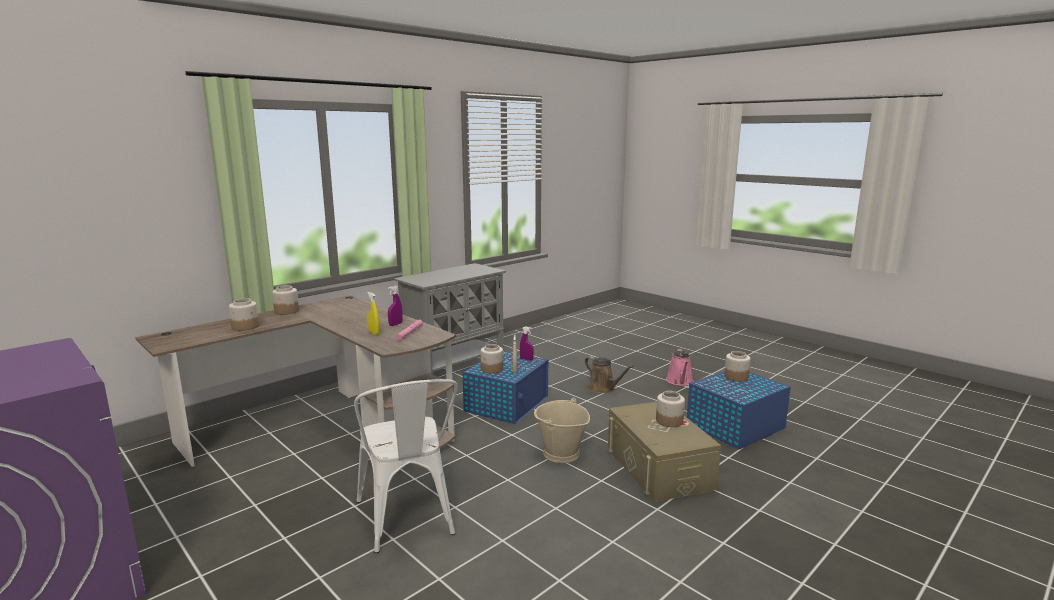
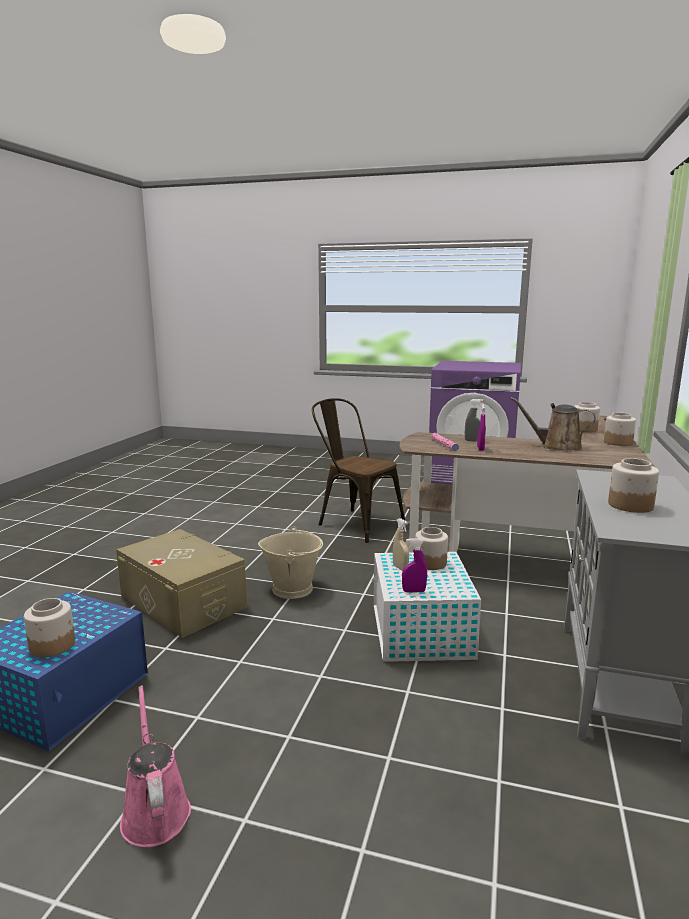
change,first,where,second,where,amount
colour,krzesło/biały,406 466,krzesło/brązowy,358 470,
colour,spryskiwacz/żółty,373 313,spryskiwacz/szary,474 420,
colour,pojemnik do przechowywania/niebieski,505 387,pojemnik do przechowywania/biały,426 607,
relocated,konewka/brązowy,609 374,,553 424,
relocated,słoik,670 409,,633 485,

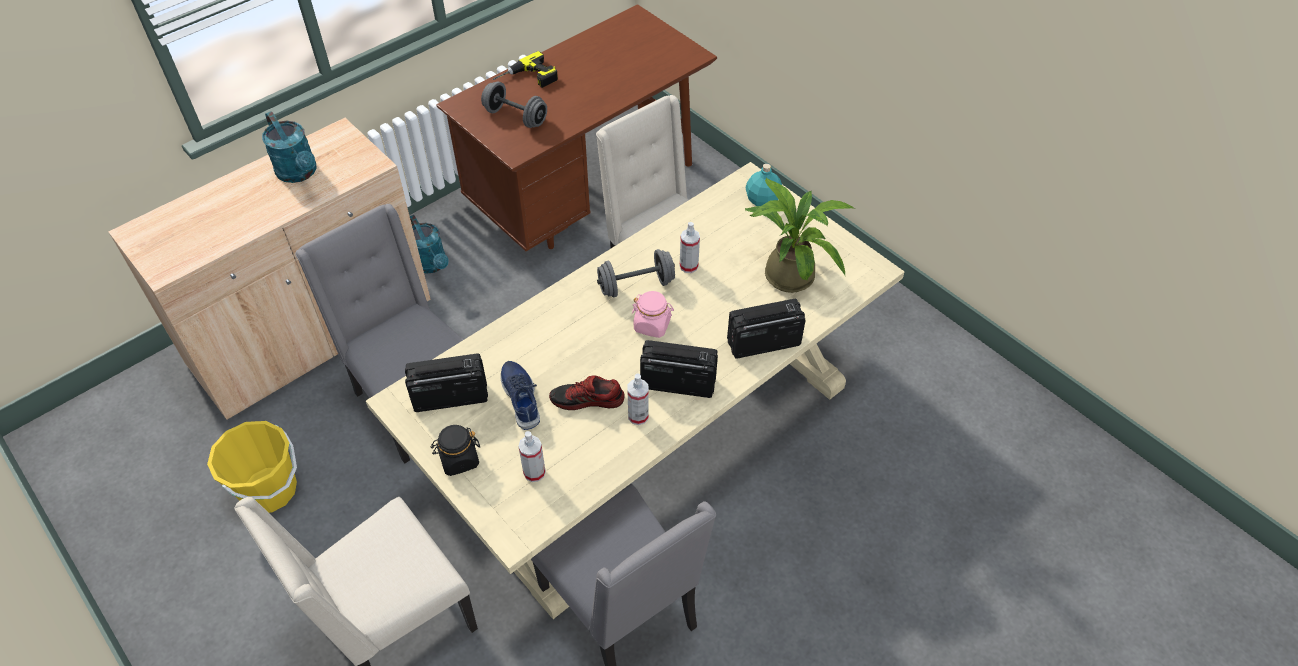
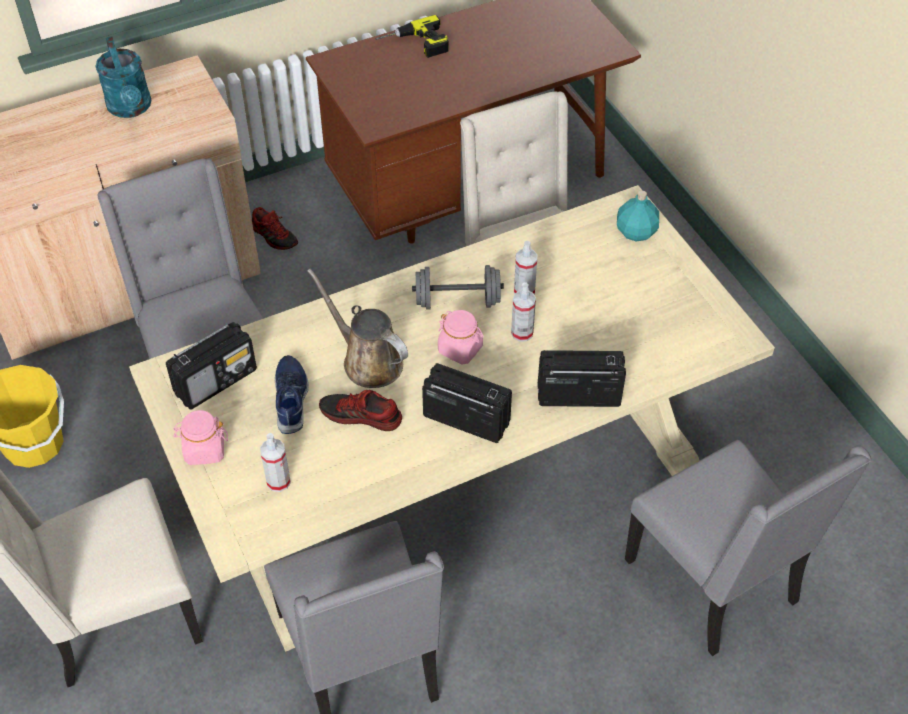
change,first,where,second,where,amount
spun,radio,446 383,,211 366,135 degrees clockwise
exchanged,konewka/turkusowy,429 244,but,275 228,
colour,słoik/czarny,455 450,słoik/różowy,200 437,
missing,hantel/szary,514 105,,,
relocated,spryskiwacz,638 399,,523 312,
missing,roślina doniczkowa,800 235,,,
appeared,,,konewka/brązowy,357 328,
appeared,,,krzesło/szary,748 548,

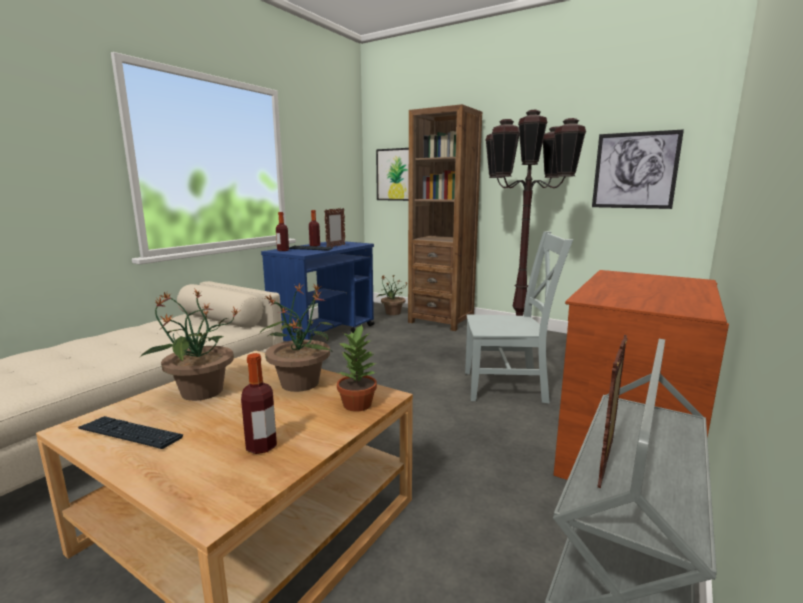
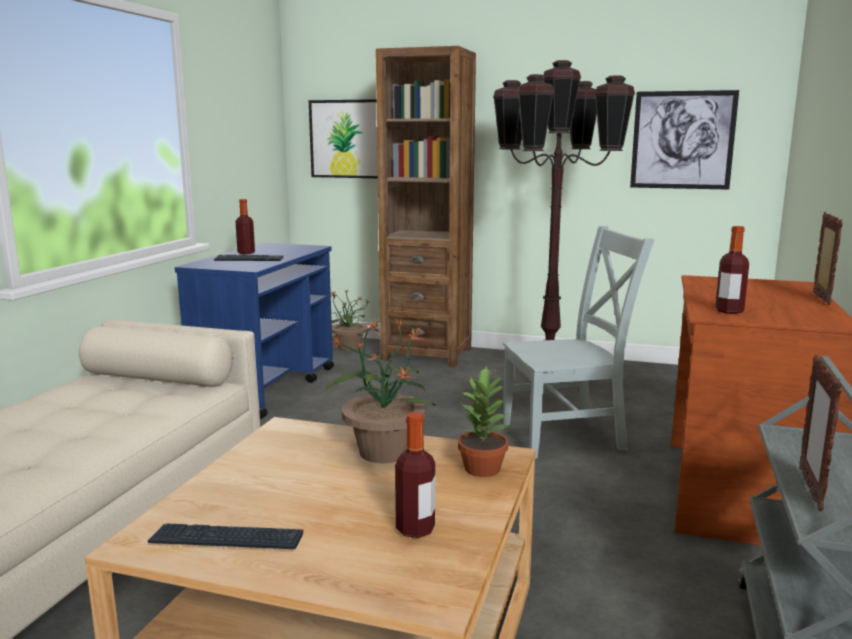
change,first,where,second,where,amount
missing,roślina doniczkowa,190 345,,,
relocated,butelka,282 231,,732 270,
relocated,ramka na zdjęcie,334 227,,828 258,

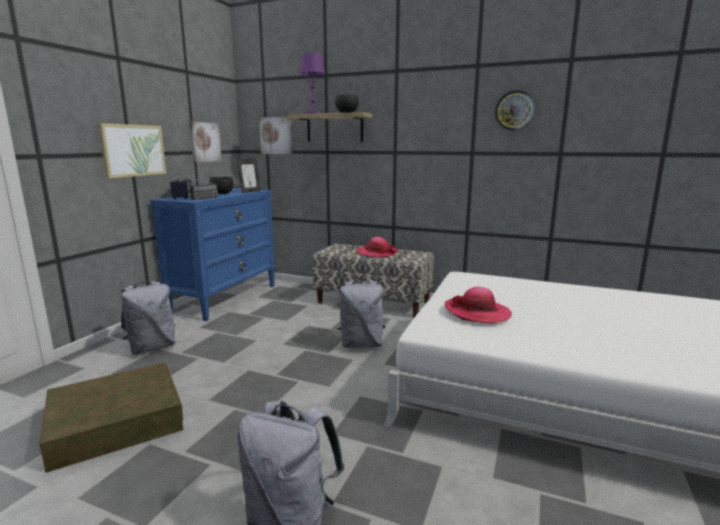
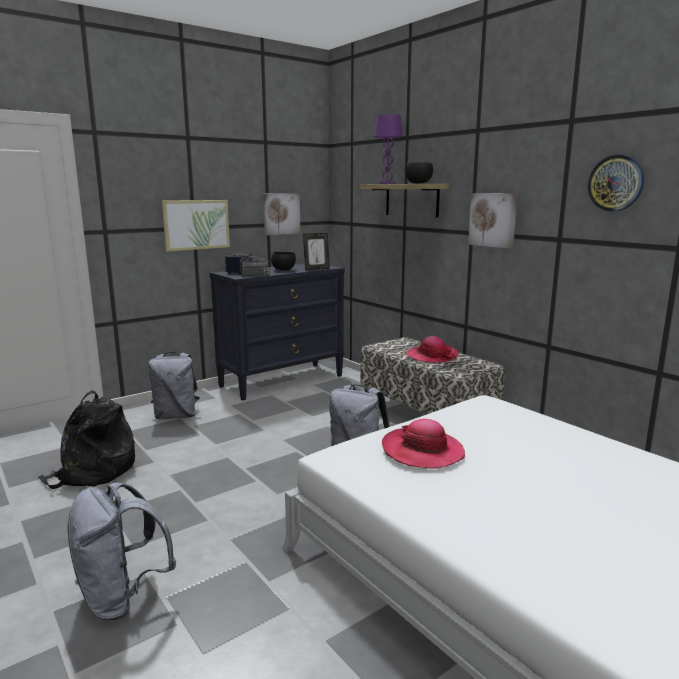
change,first,where,second,where,amount
exchanged,pojemnik do przechowywania/brązowy,111 418,plecak/czarny,86 439,
colour,komoda/niebieski,212 254,komoda/czarny,277 332,
relocated,obraz,276 135,,493 221,

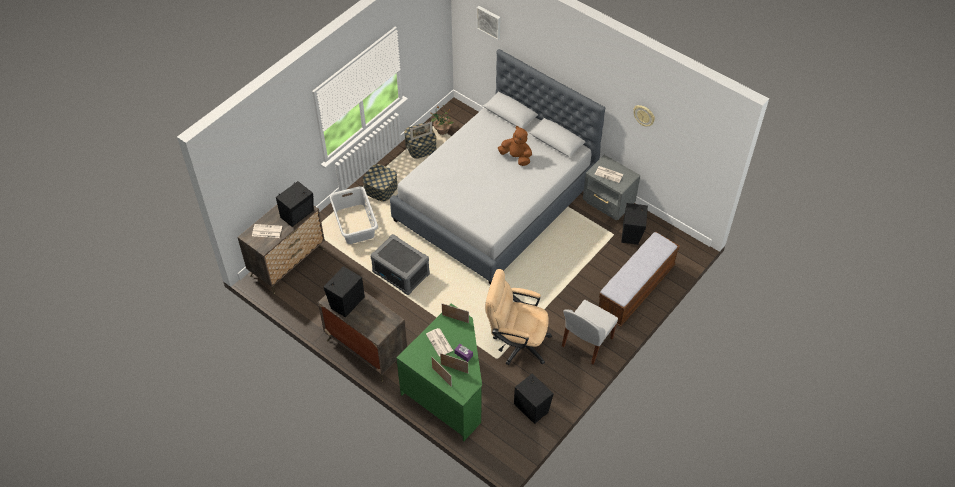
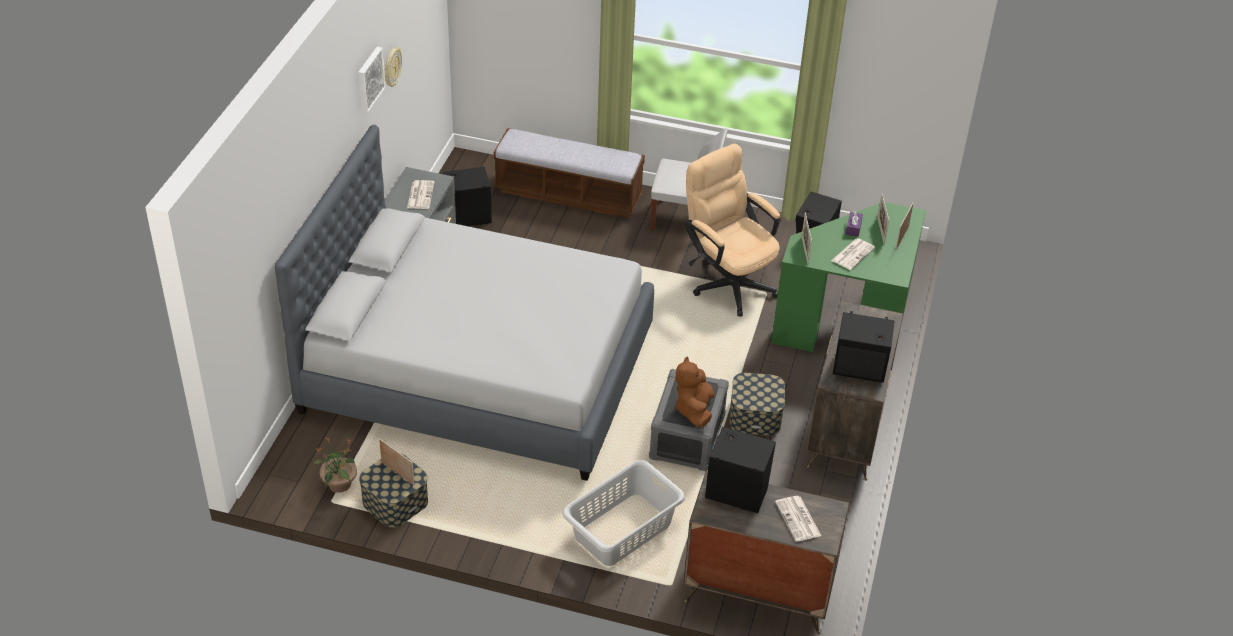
change,first,where,second,where,amount
relocated,pojemnik do przechowywania,380 182,,757 404,
relocated,obraz,488 23,,371 80,
spun,krzesło biurowe/beżowy,518 317,,732 230,150 degrees clockwise
relocated,pluszak/brązowy,515 146,,695 391,

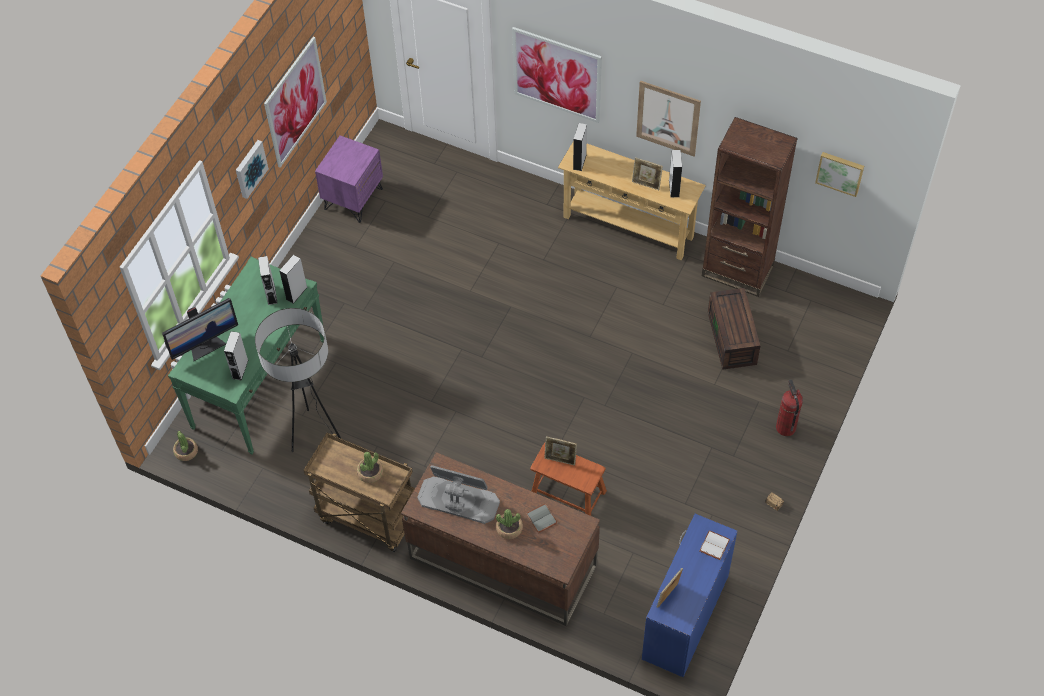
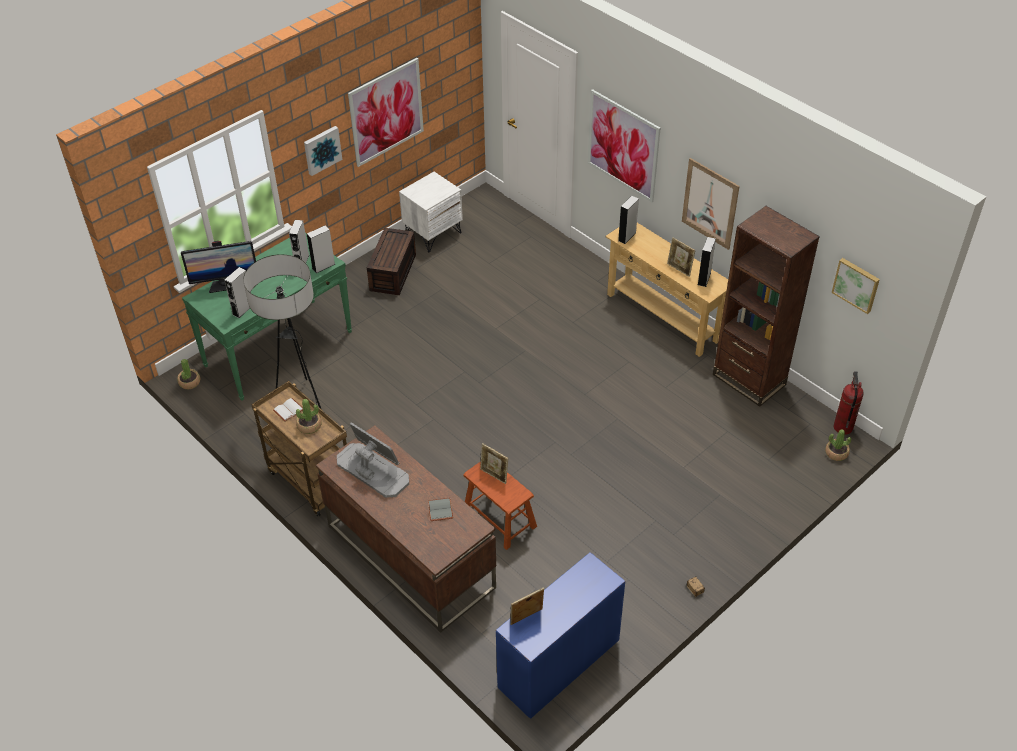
change,first,where,second,where,amount
colour,szafka nocna/fioletowy,349 179,szafka nocna/biały,431 212,
relocated,roślina doniczkowa,509 524,,838 445,
relocated,książka/biały,714 545,,288 410,
relocated,pojemnik do przechowywania/brązowy,734 329,,391 261,
relocated,gaśnica,789 407,,848 403,

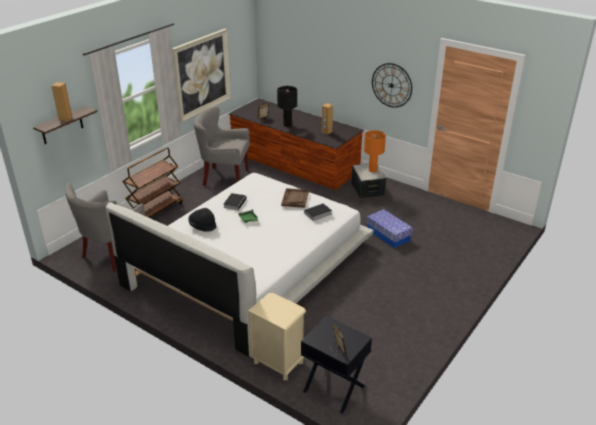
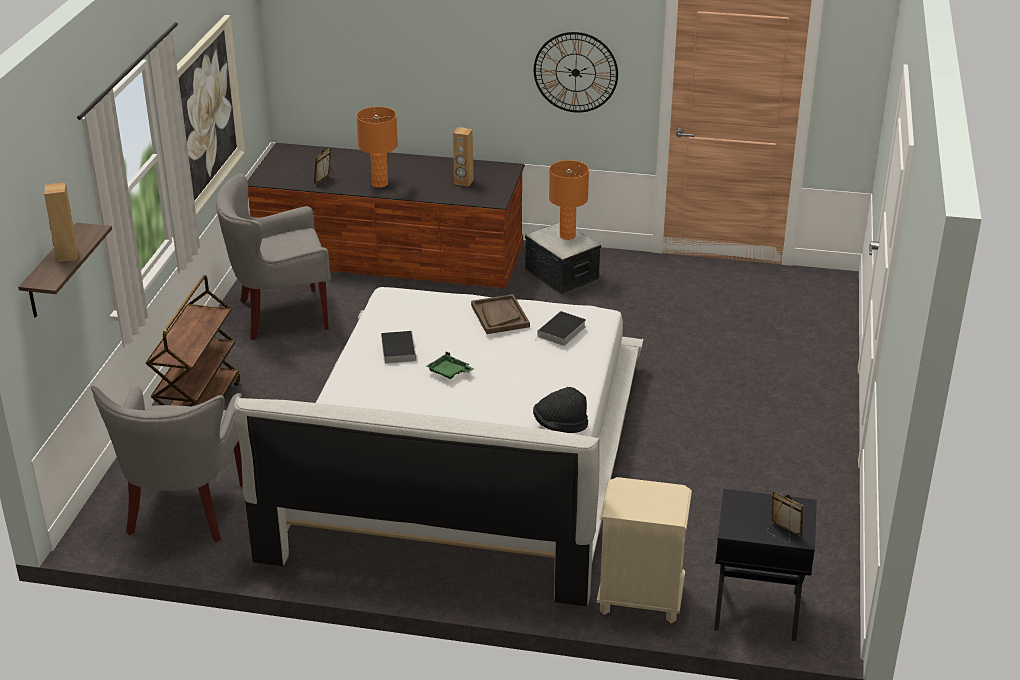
change,first,where,second,where,amount
relocated,kapelusz/czarny,202 220,,560 410,
colour,lampa stołowa/czarny,287 106,lampa stołowa/pomarańczowy,377 147,
missing,pojemnik do przechowywania,390 228,,,

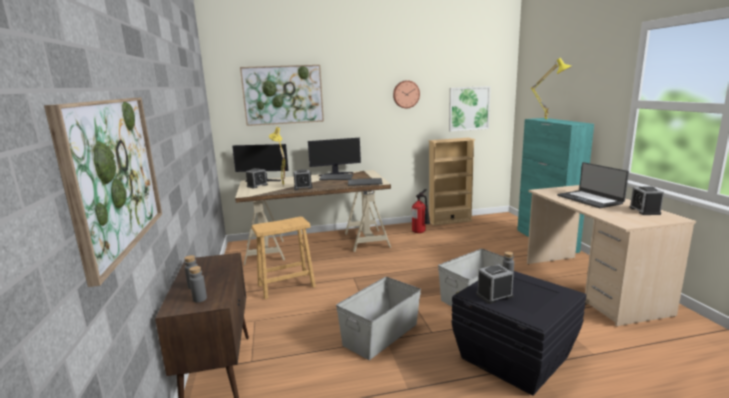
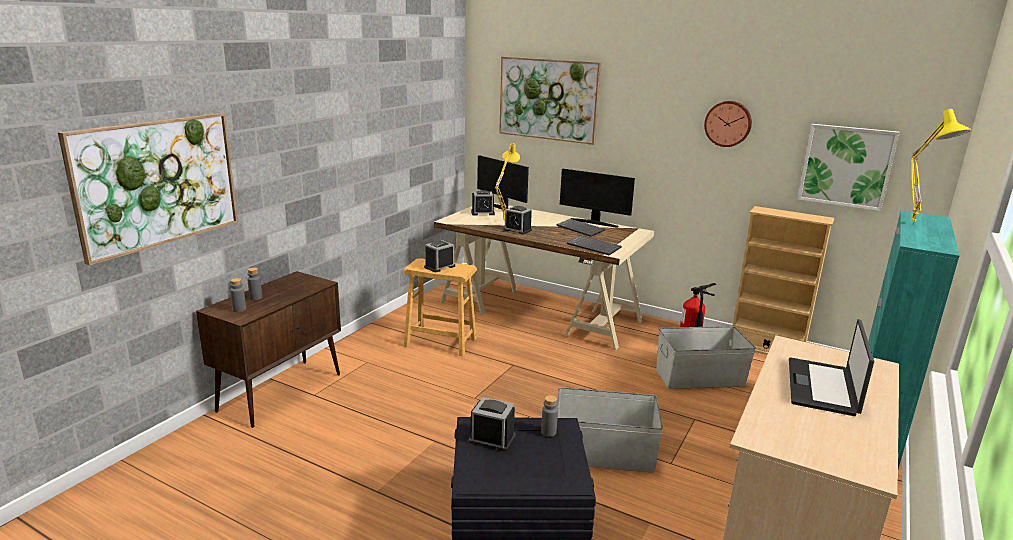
change,first,where,second,where,amount
relocated,pojemnik do przechowywania/szary,378 318,,706 357,
relocated,budzik,646 200,,439 256,

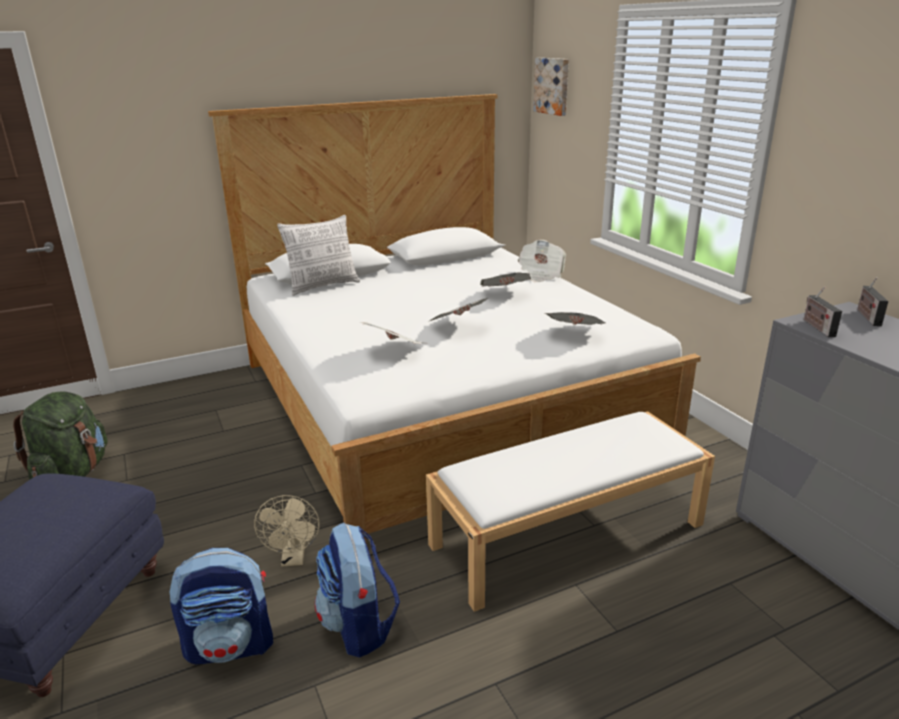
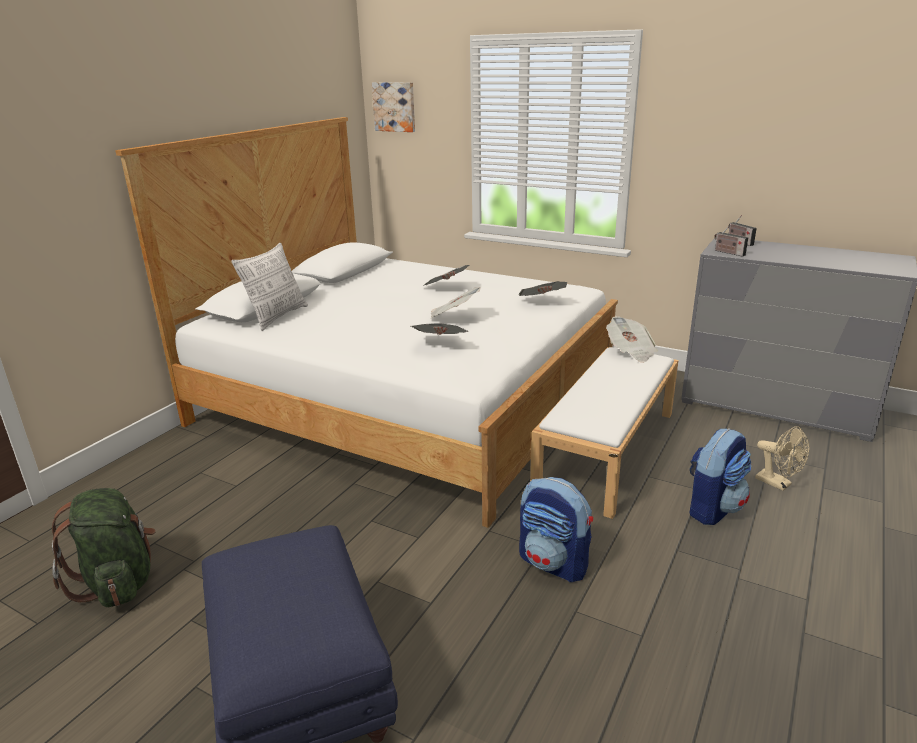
change,first,where,second,where,amount
relocated,plecak,221 606,,720 476,
relocated,wentylator/beżowy,287 531,,782 458,
relocated,gazeta,542 261,,632 339,

